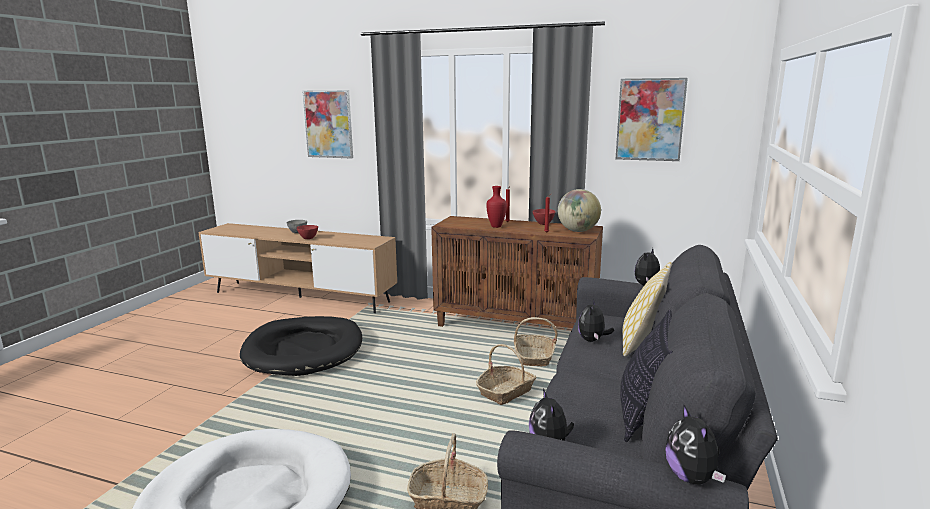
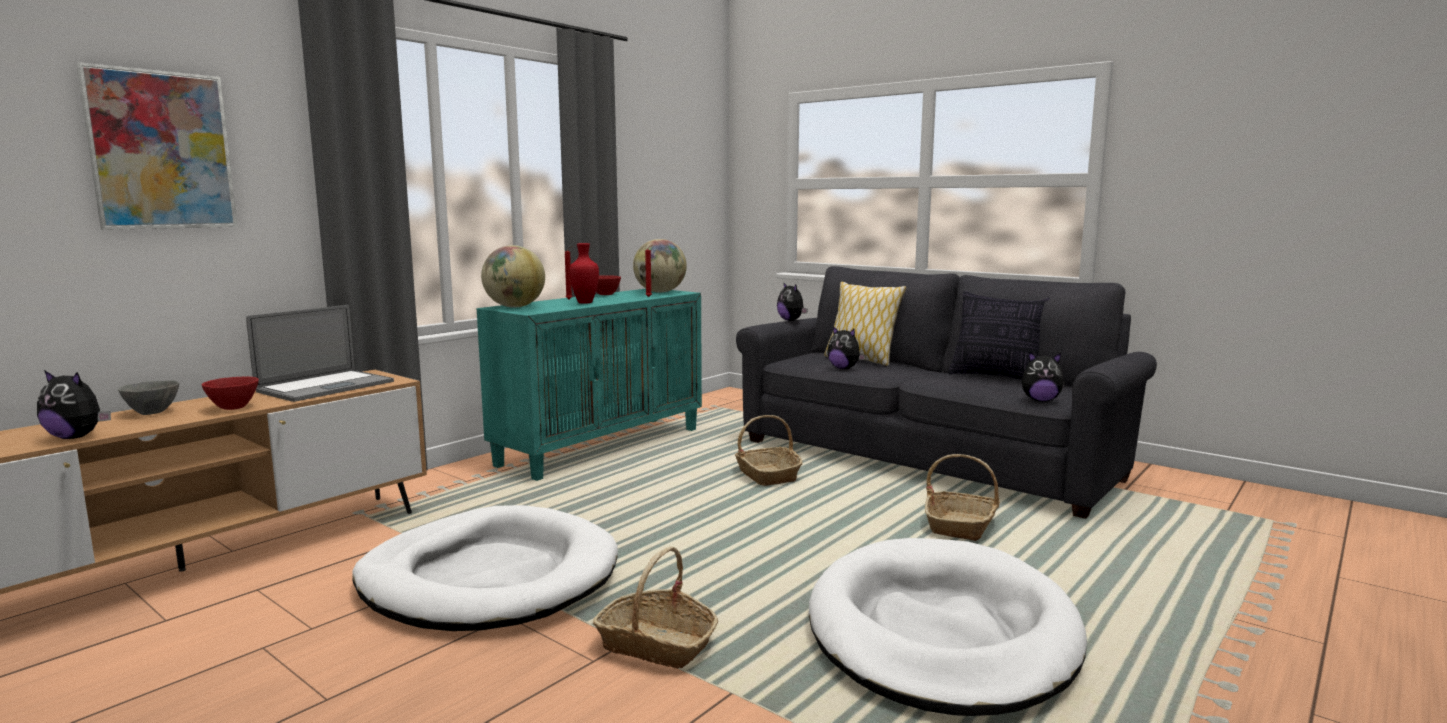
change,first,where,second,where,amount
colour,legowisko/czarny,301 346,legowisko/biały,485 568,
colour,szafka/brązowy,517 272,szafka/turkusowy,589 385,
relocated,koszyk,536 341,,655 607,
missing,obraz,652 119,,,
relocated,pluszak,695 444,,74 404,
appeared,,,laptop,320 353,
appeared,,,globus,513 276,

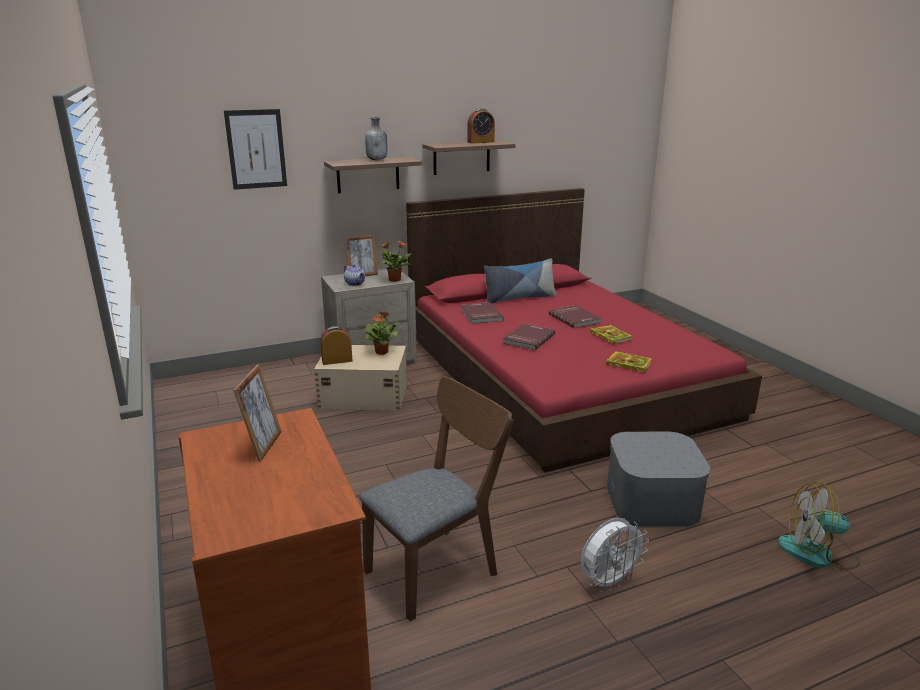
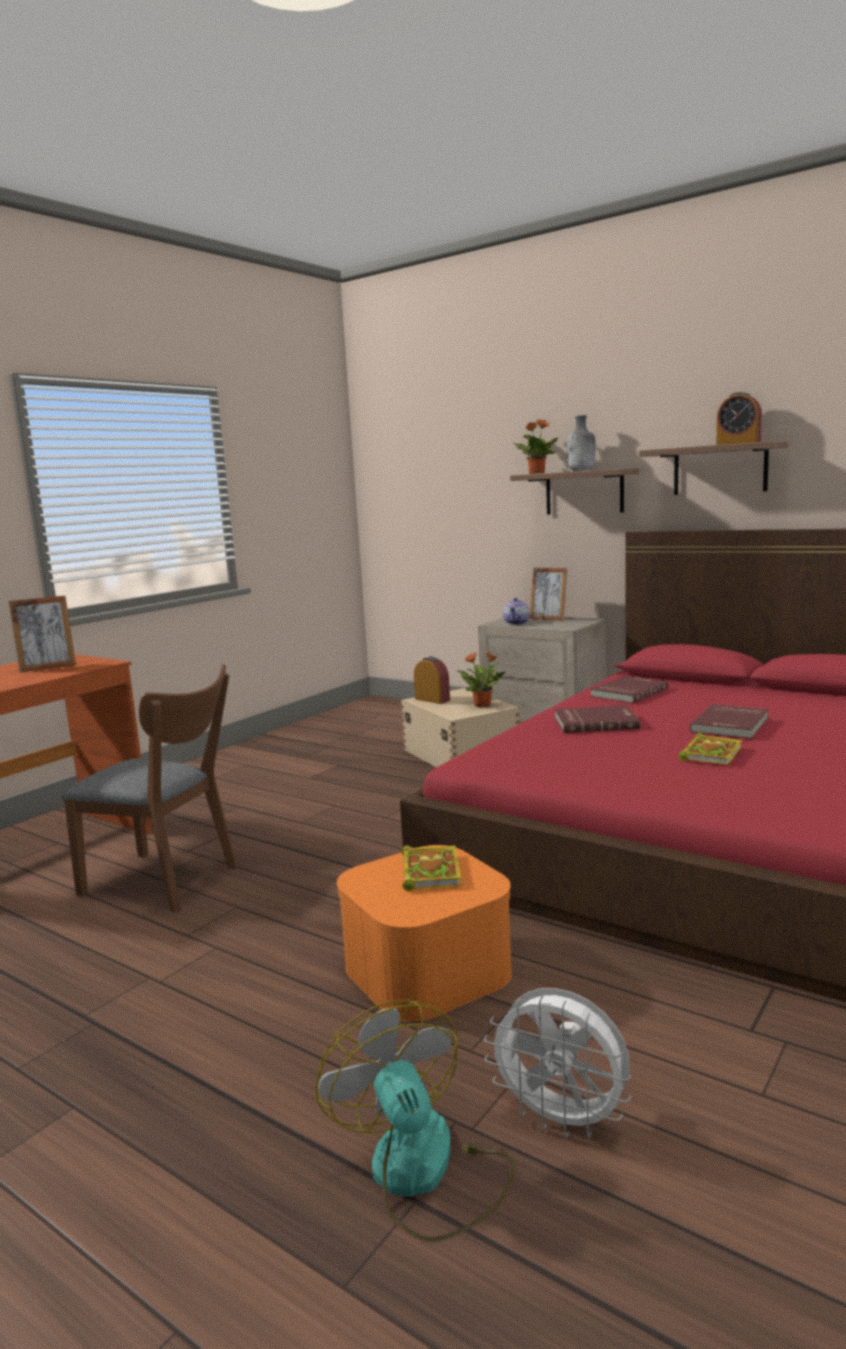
change,first,where,second,where,amount
missing,obraz,255 149,,,
relocated,roślina doniczkowa,394 261,,535 446,
missing,poduszka,520 281,,,
relocated,wentylator/biały,614 555,,557 1063,
relocated,książka,629 361,,431 868,
colour,pojemnik do przechowywania/szary,658 479,pojemnik do przechowywania/pomarańczowy,424 933,

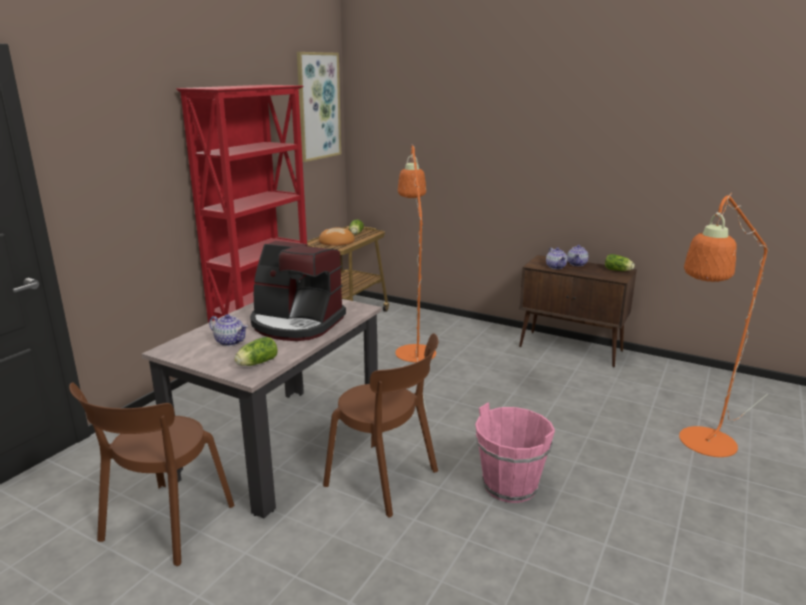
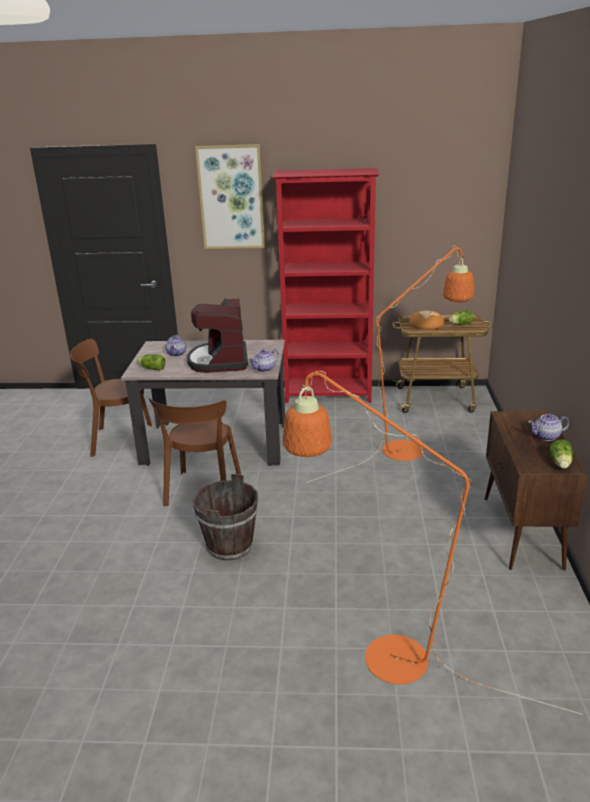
change,first,where,second,where,amount
relocated,obraz,319 107,,230 196,
colour,wiadro/różowy,515 453,wiadro/brązowy,225 517,
relocated,imbryk,556 258,,264 360,

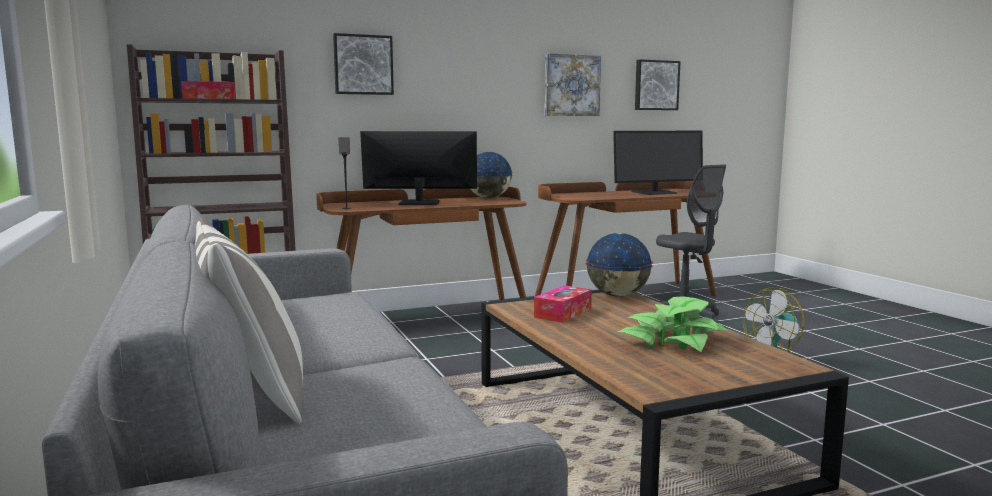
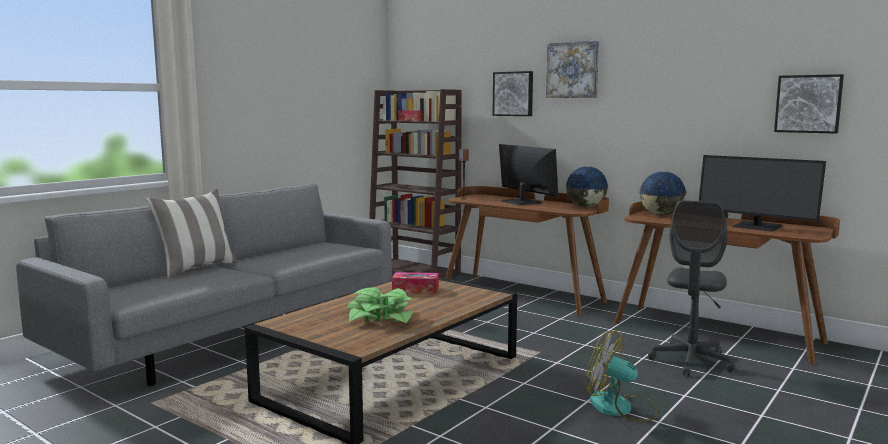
change,first,where,second,where,amount
relocated,obraz,573 84,,572 69,
relocated,globus,619 265,,663 193,

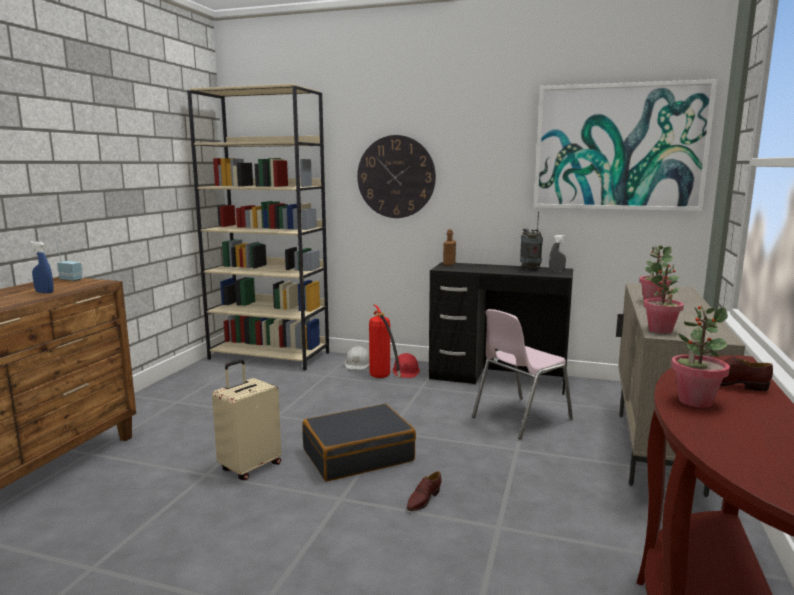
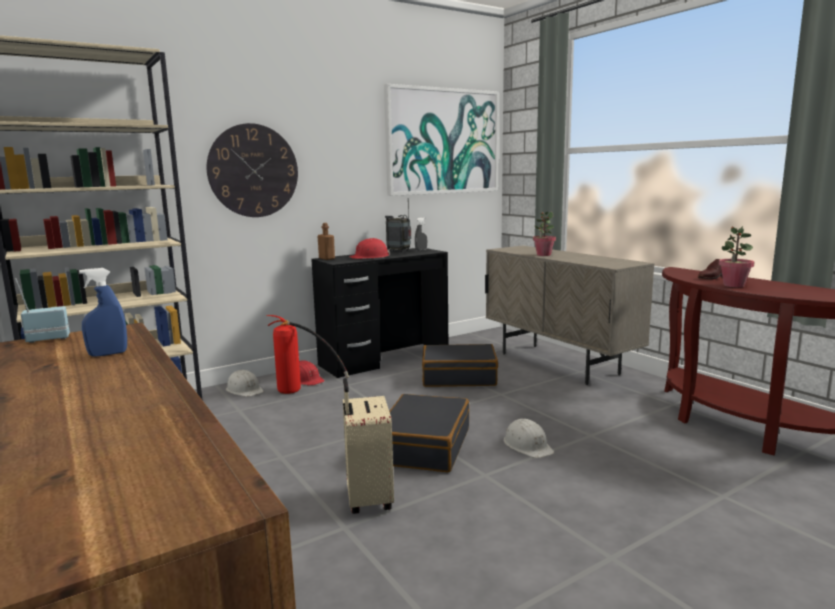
change,first,where,second,where,amount
exchanged,but/brązowy,424 491,kask/biały,529 438,
exchanged,krzesło/różowy,522 374,walizka/czarny,460 365,
missing,roślina doniczkowa,663 298,,,
appeared,,,kask/czerwony,369 248,

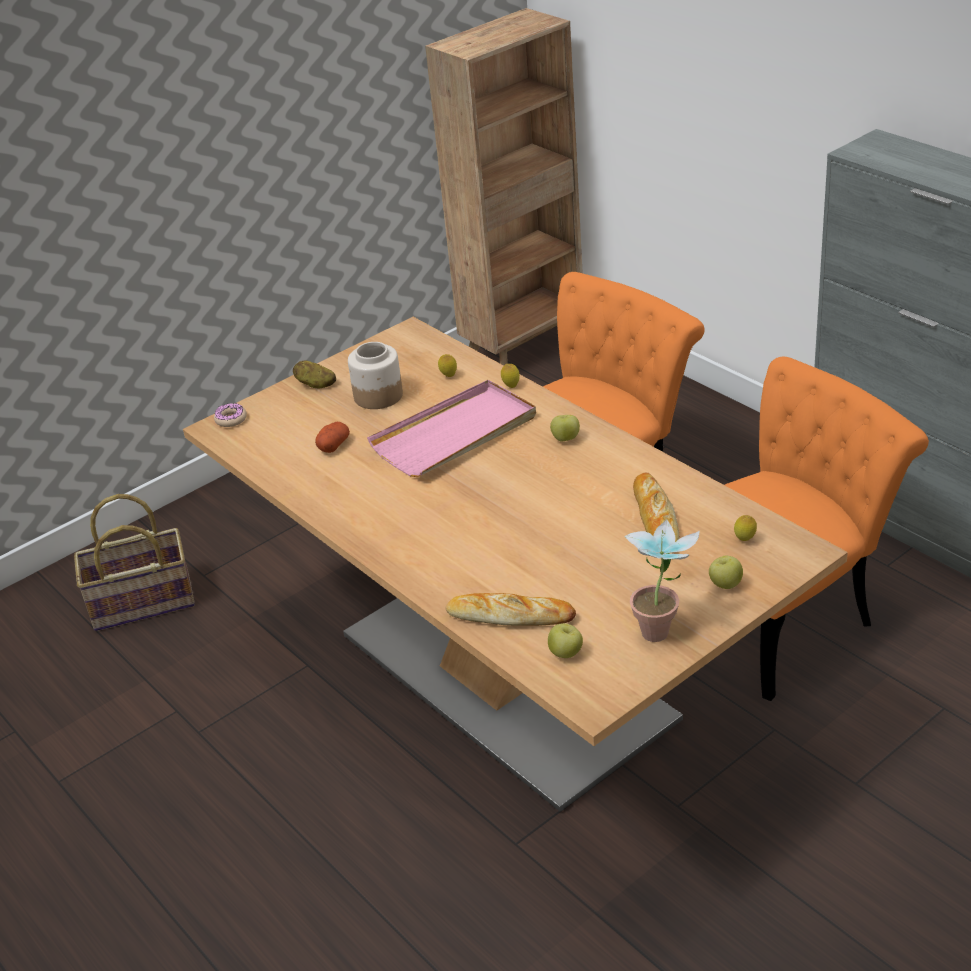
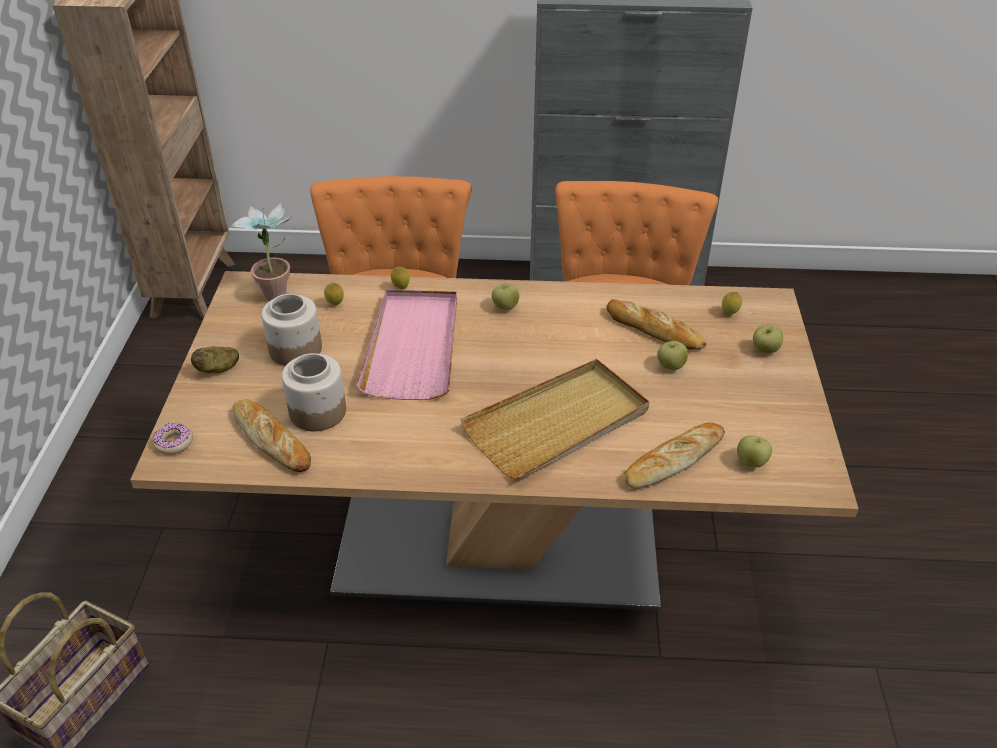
change,first,where,second,where,amount
exchanged,ziemniak,332 437,słoik,314 392,
relocated,roślina doniczkowa,662 580,,262 252,
appeared,,,chleb,272 435,
appeared,,,taca/beżowy,555 419,
appeared,,,jabłko,672 355,

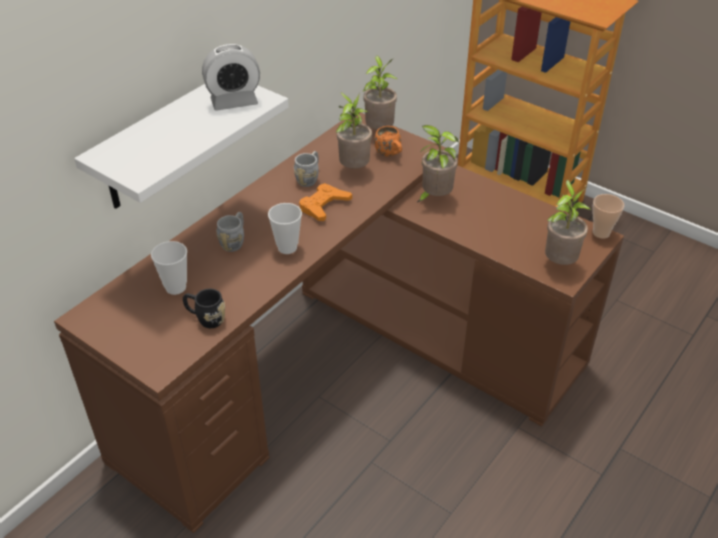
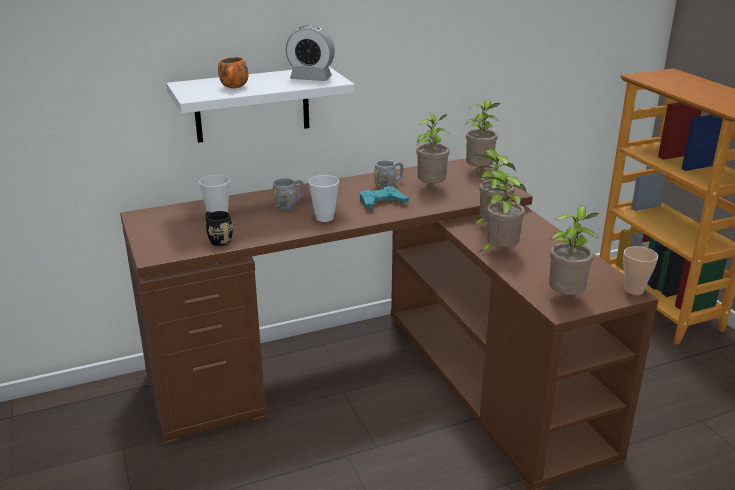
change,first,where,second,where,amount
colour,pad do gier/pomarańczowy,325 202,pad do gier/turkusowy,384 197,
relocated,kubek/pomarańczowy,388 141,,233 72,
appeared,,,roślina doniczkowa,503 210,

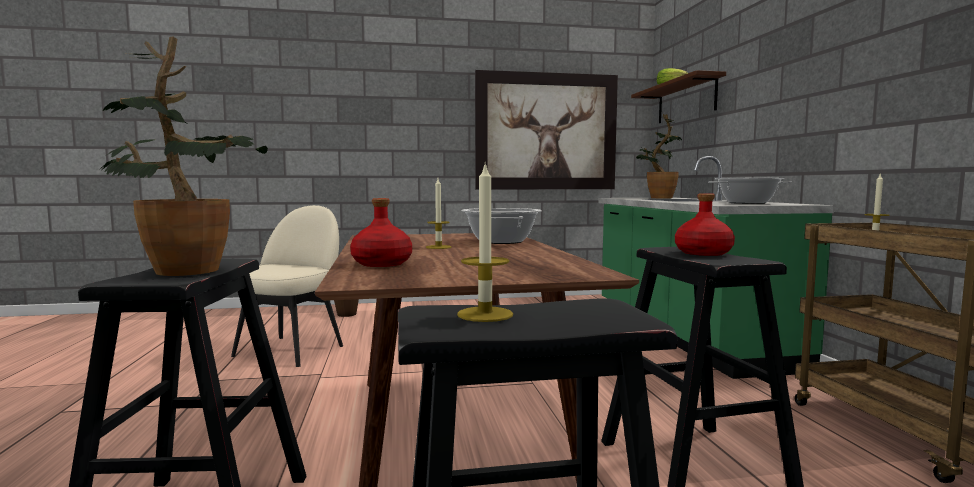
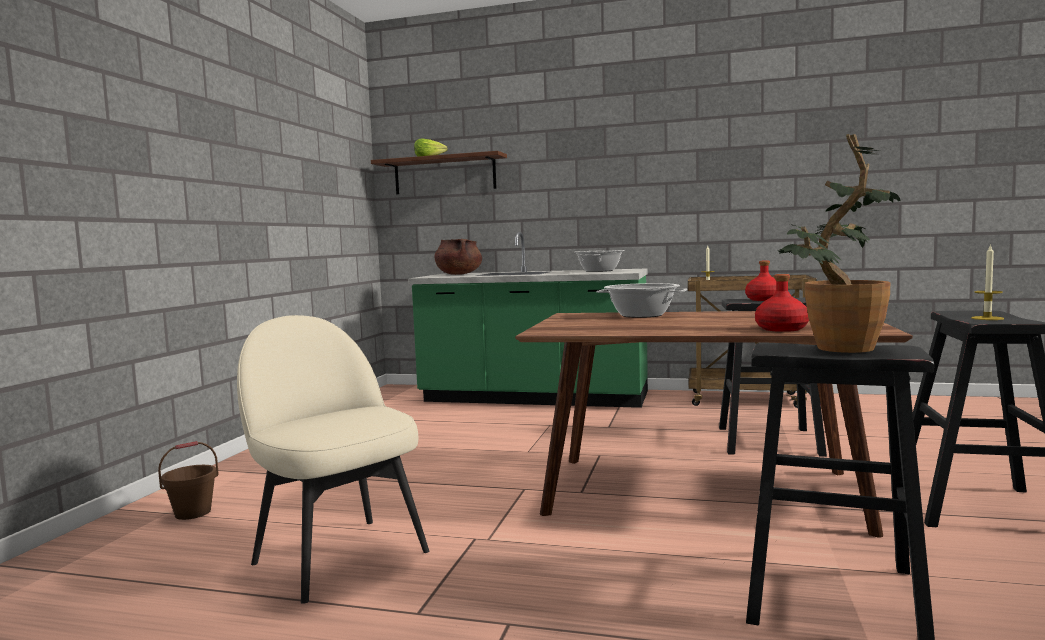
change,first,where,second,where,amount
missing,świeca,439 213,,,
missing,obraz,546 129,,,
exchanged,roślina doniczkowa,659 156,garnek/brązowy,458 257,

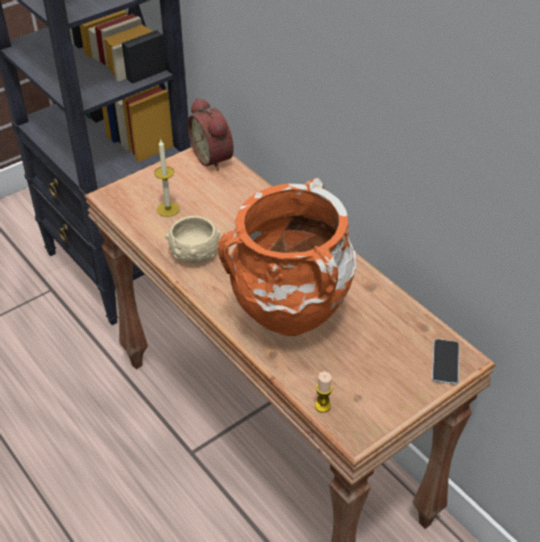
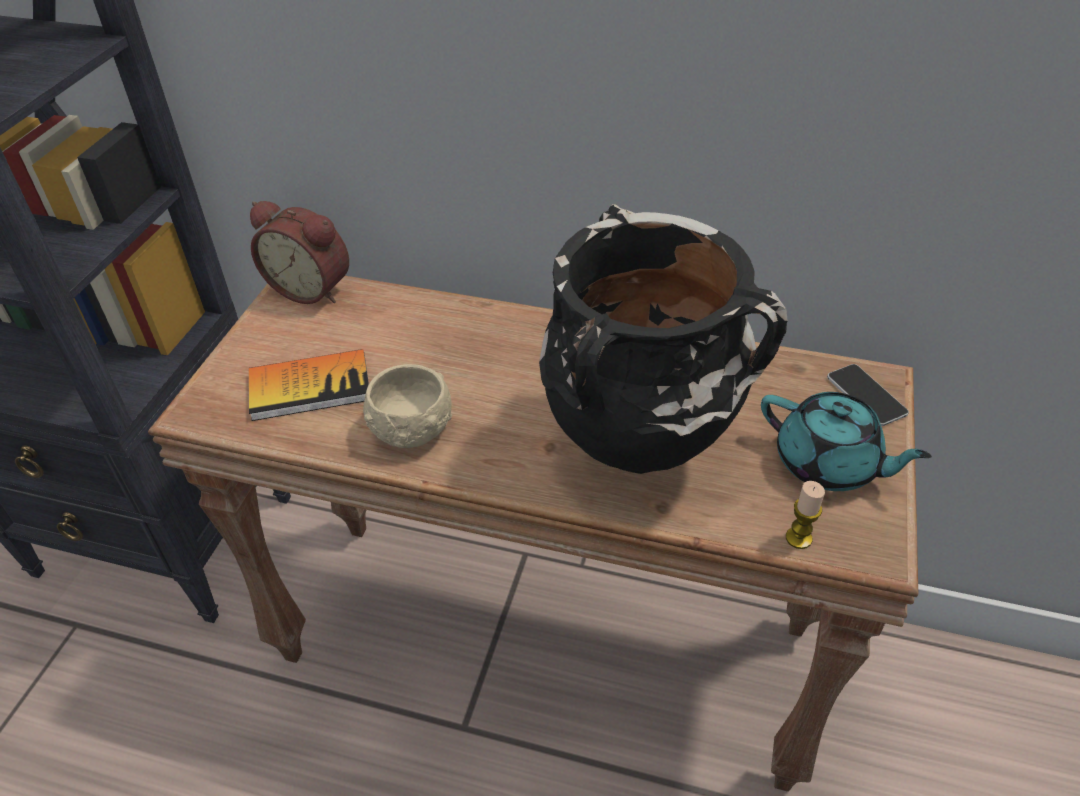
change,first,where,second,where,amount
exchanged,świeca,167 178,książka,309 385,
colour,wazon/pomarańczowy,287 257,wazon/czarny,663 339,
appeared,,,imbryk/turkusowy,846 441,

